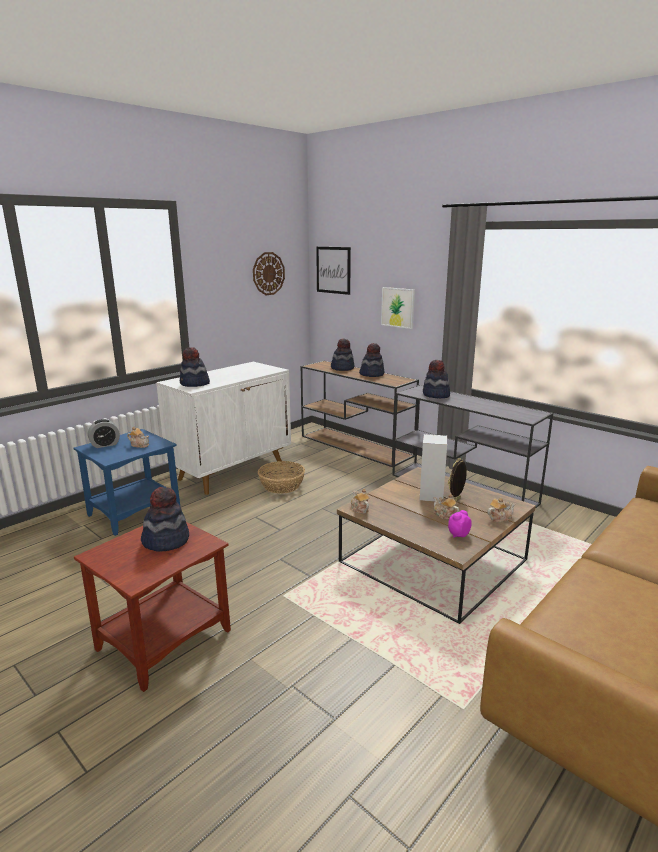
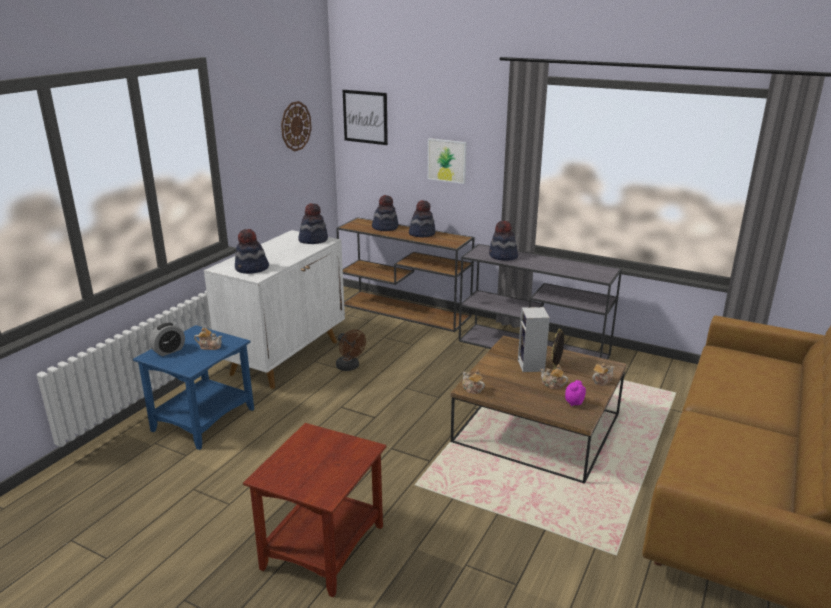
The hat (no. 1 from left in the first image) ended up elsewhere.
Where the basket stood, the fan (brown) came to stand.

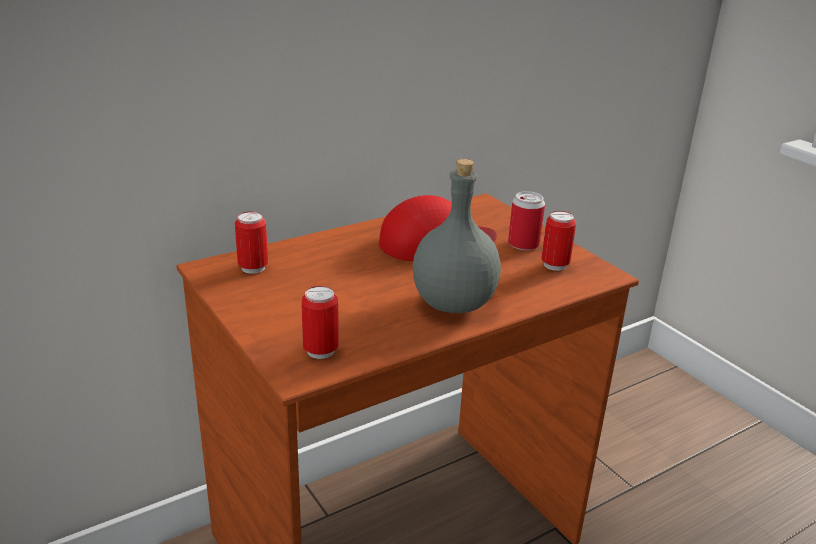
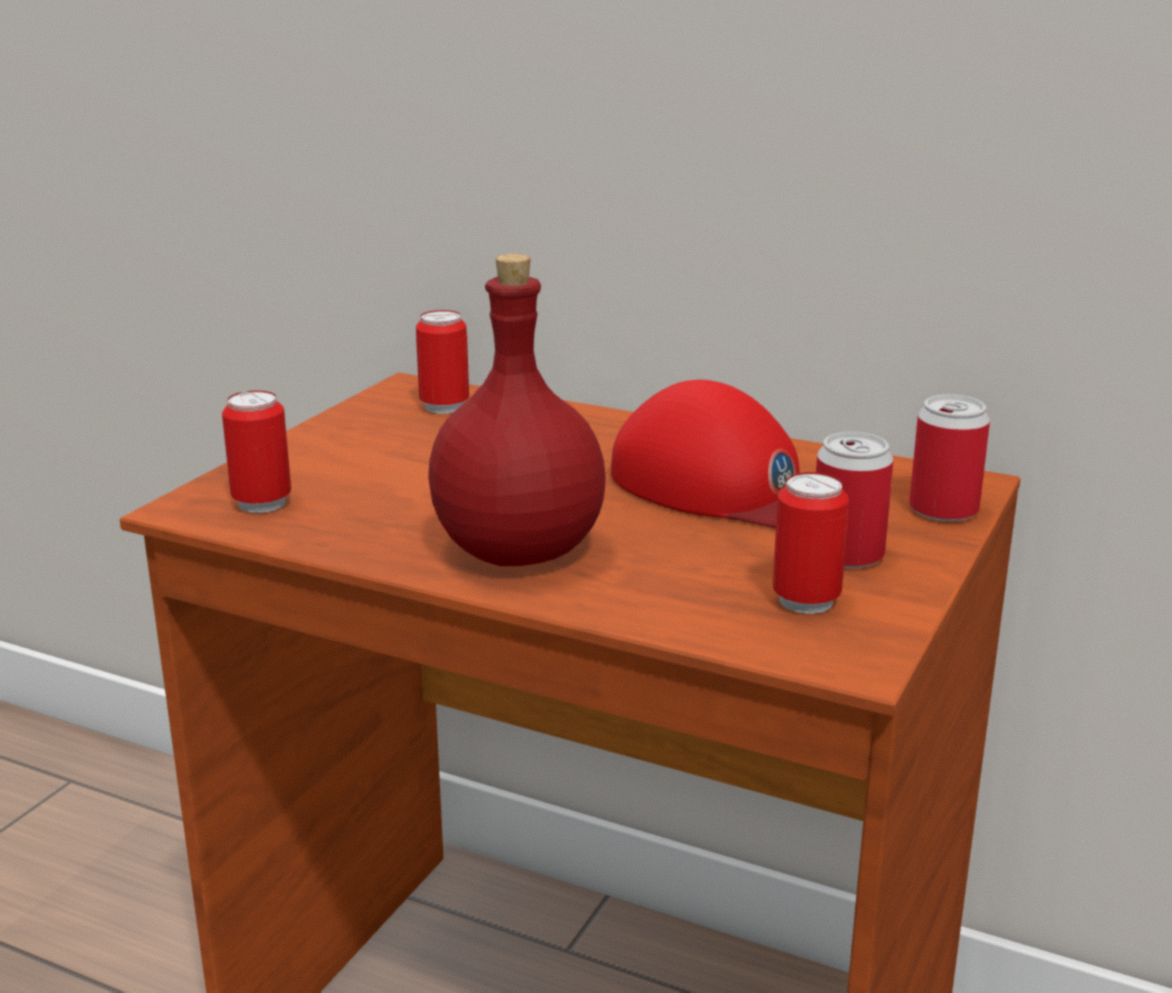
What was the bottle (grey) turned into the bottle (red).
The second view gained the can (no. 5 from left).

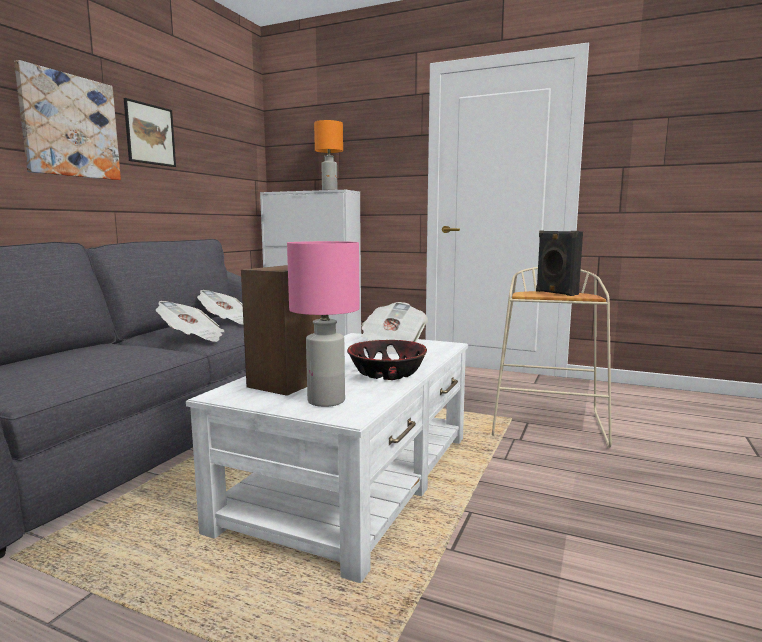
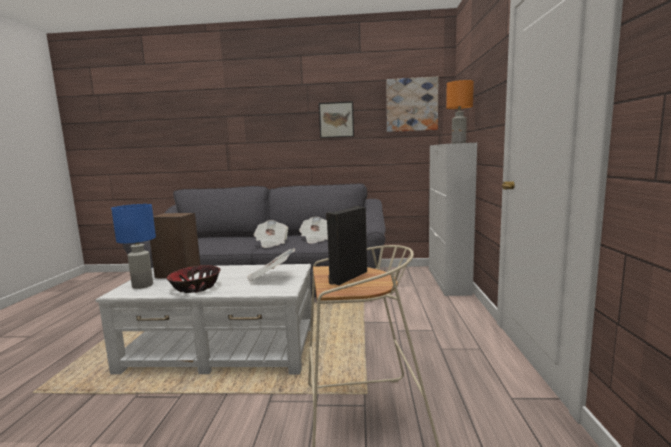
The picture (no. 1 from left in the first image) ended up elsewhere.
What was the table lamp (pink) turned into the table lamp (blue).

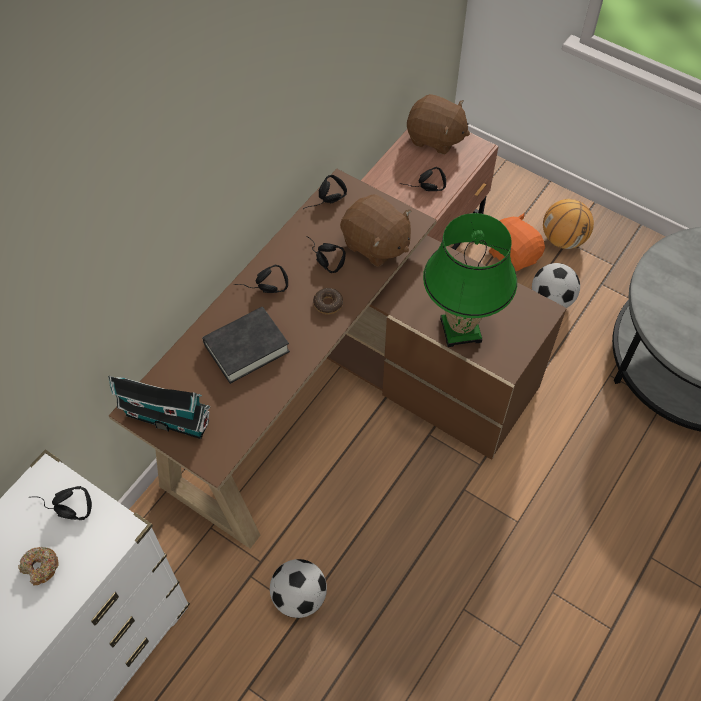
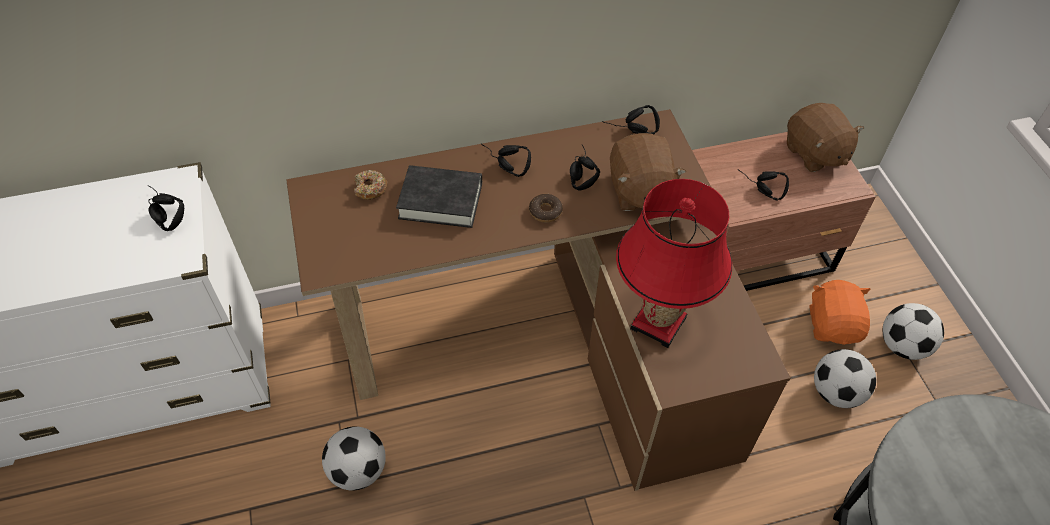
The donut (no. 1 from left) ended up elsewhere.
The second view lost the toy house.
What was the table lamp (green) turned into the table lamp (red).
Where the basketball stood, the football (no. 3 from left) came to stand.

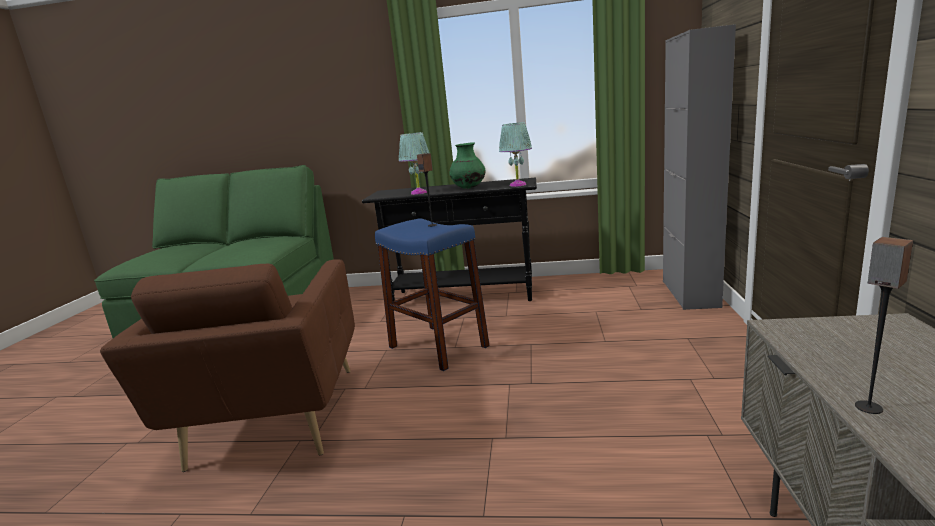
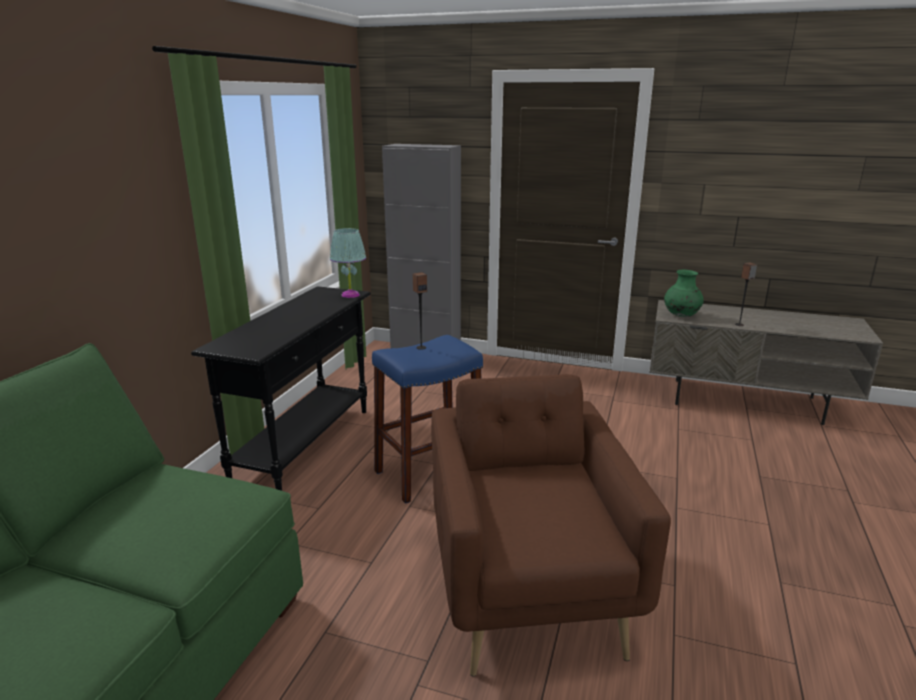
The armchair (brown) ended up facing another way, 105 degrees counterclockwise from before.
The second view lost the table lamp (turquoise) (no. 1 from left).
The vase (green) ended up elsewhere.

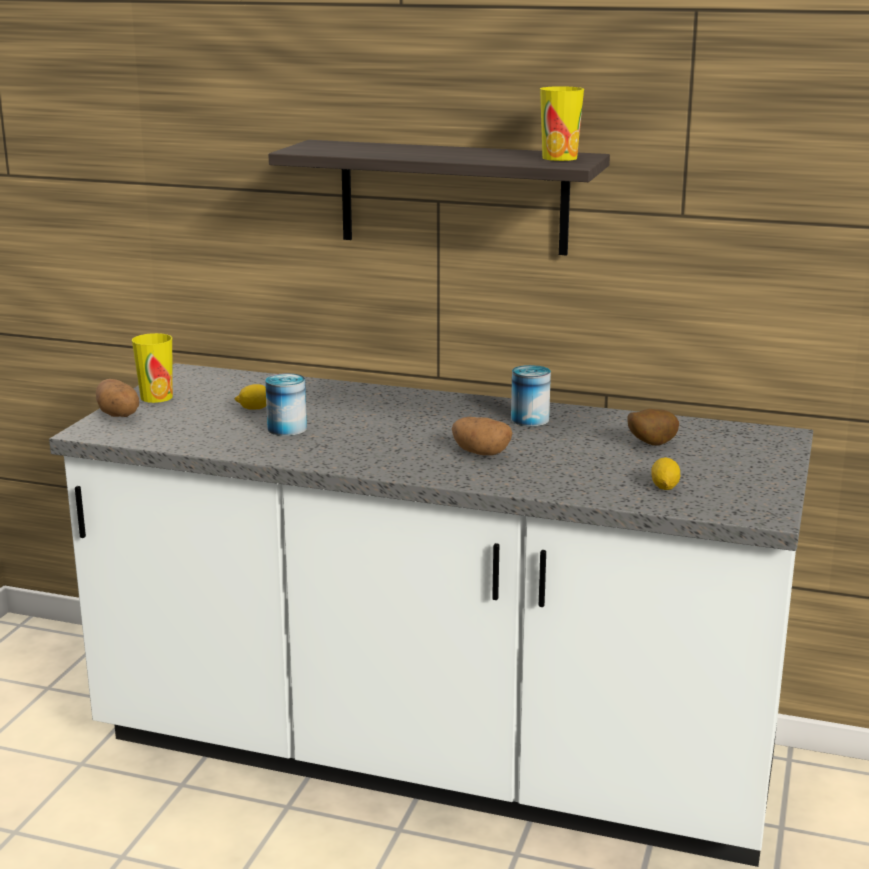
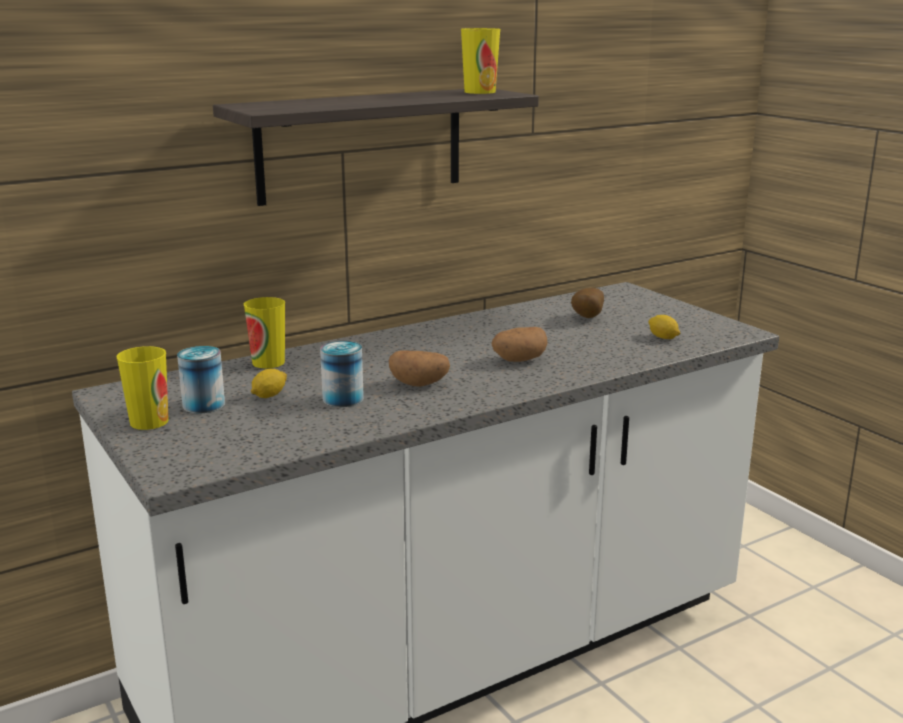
The potato (no. 1 from left) ended up elsewhere.
The can (no. 2 from left in the first image) ended up elsewhere.
The second view gained the cup (no. 2 from left).

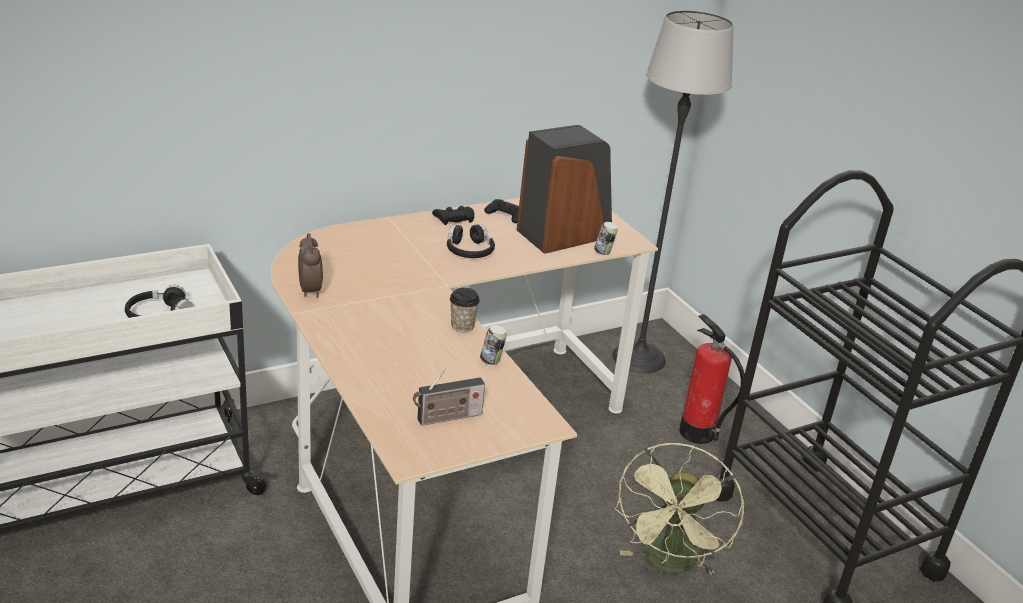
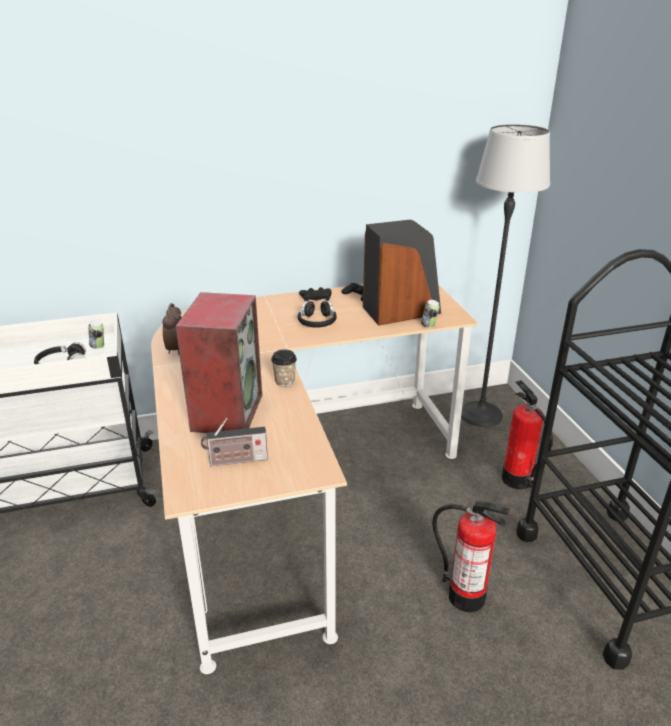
The can (no. 1 from left) ended up elsewhere.
Where the fan (green) stood, the fire extinguisher (no. 1 from left) came to stand.
The second view gained the speaker (no. 1 from left).

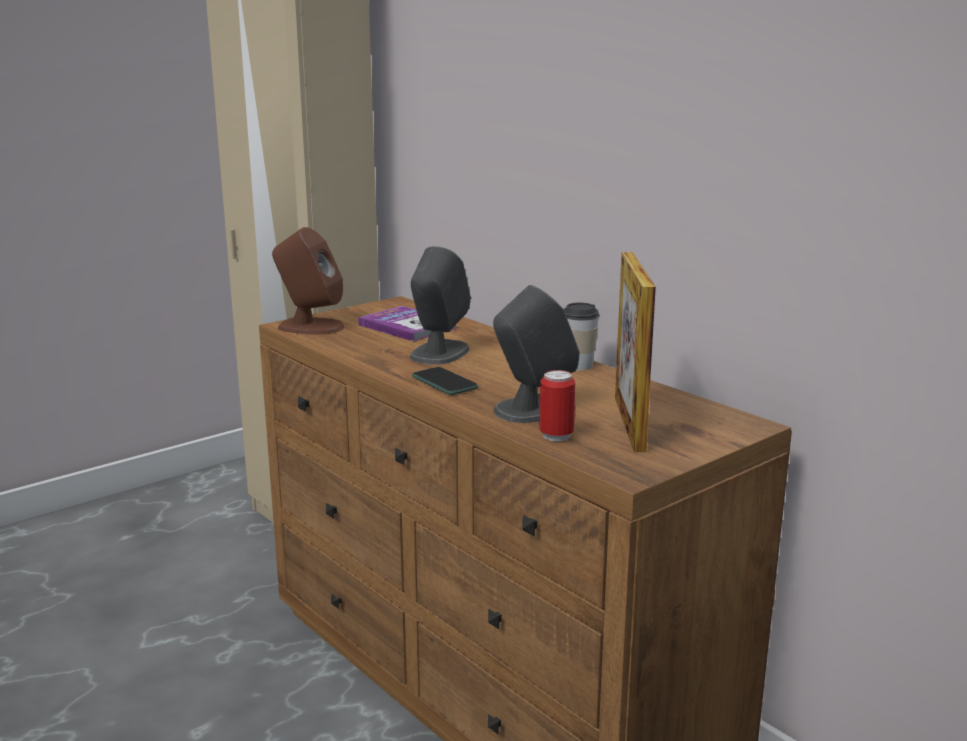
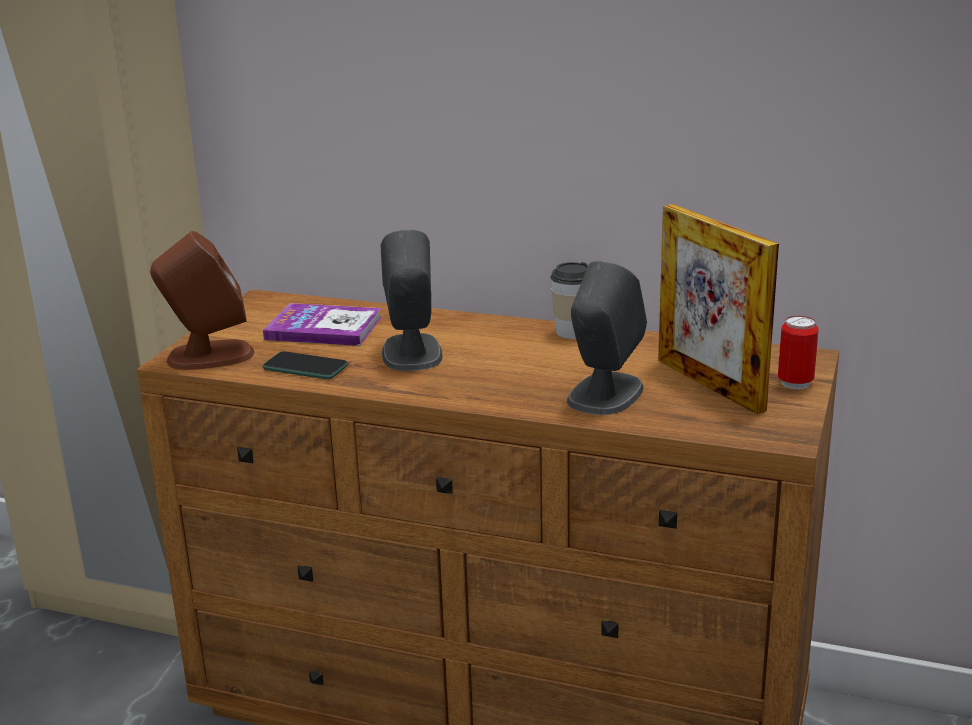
The phone ended up elsewhere.
The can ended up elsewhere.

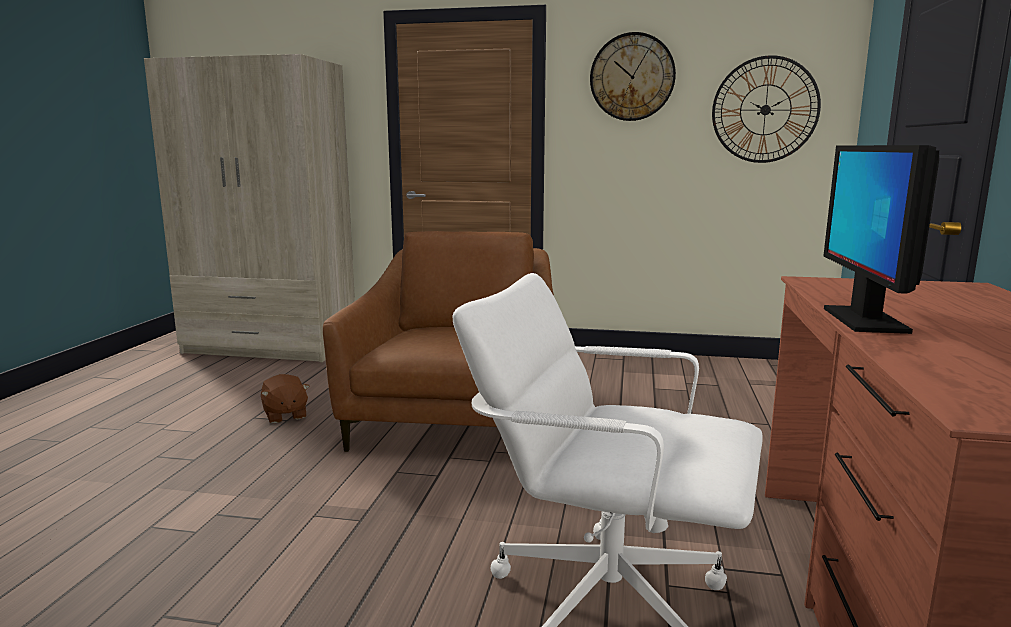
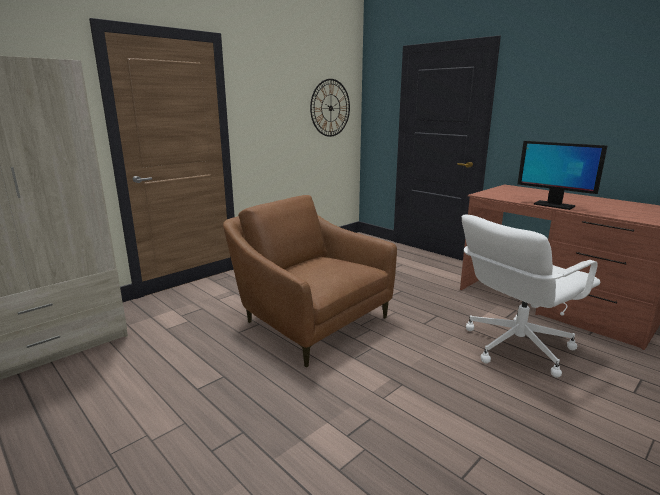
The second view lost the plush toy (brown).
The second view lost the wall clock (no. 1 from left).

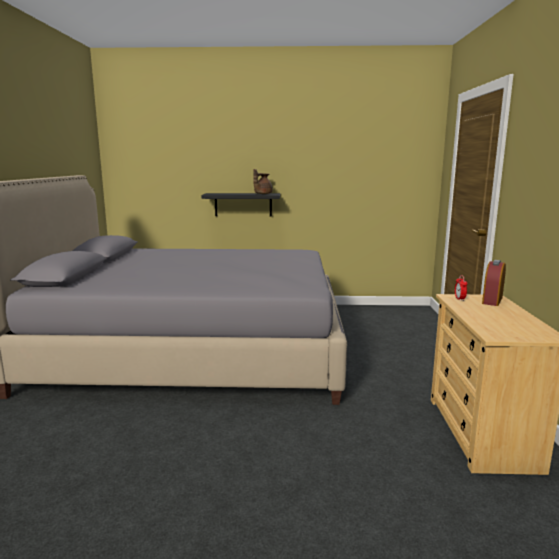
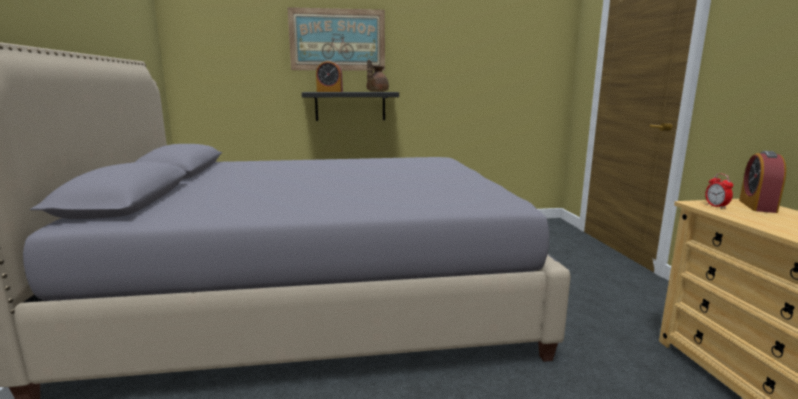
The second view gained the picture.
The second view gained the alarm clock (no. 1 from left).

